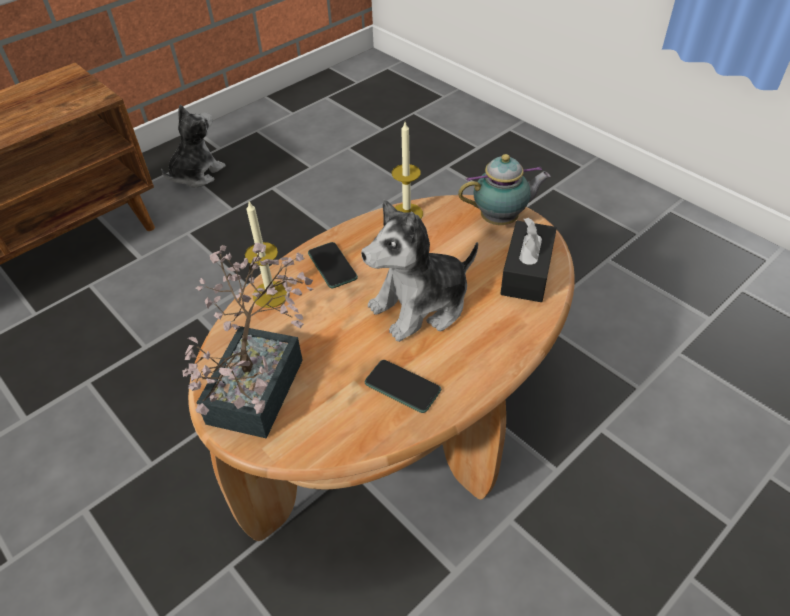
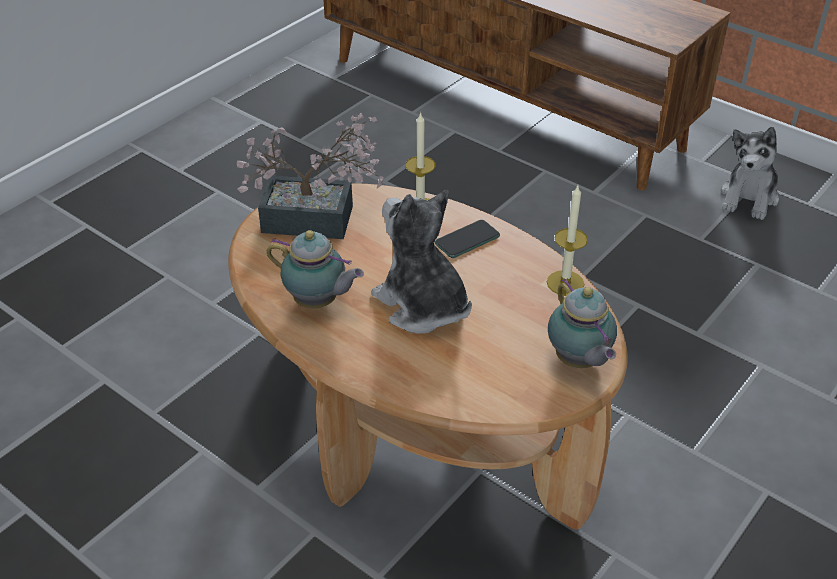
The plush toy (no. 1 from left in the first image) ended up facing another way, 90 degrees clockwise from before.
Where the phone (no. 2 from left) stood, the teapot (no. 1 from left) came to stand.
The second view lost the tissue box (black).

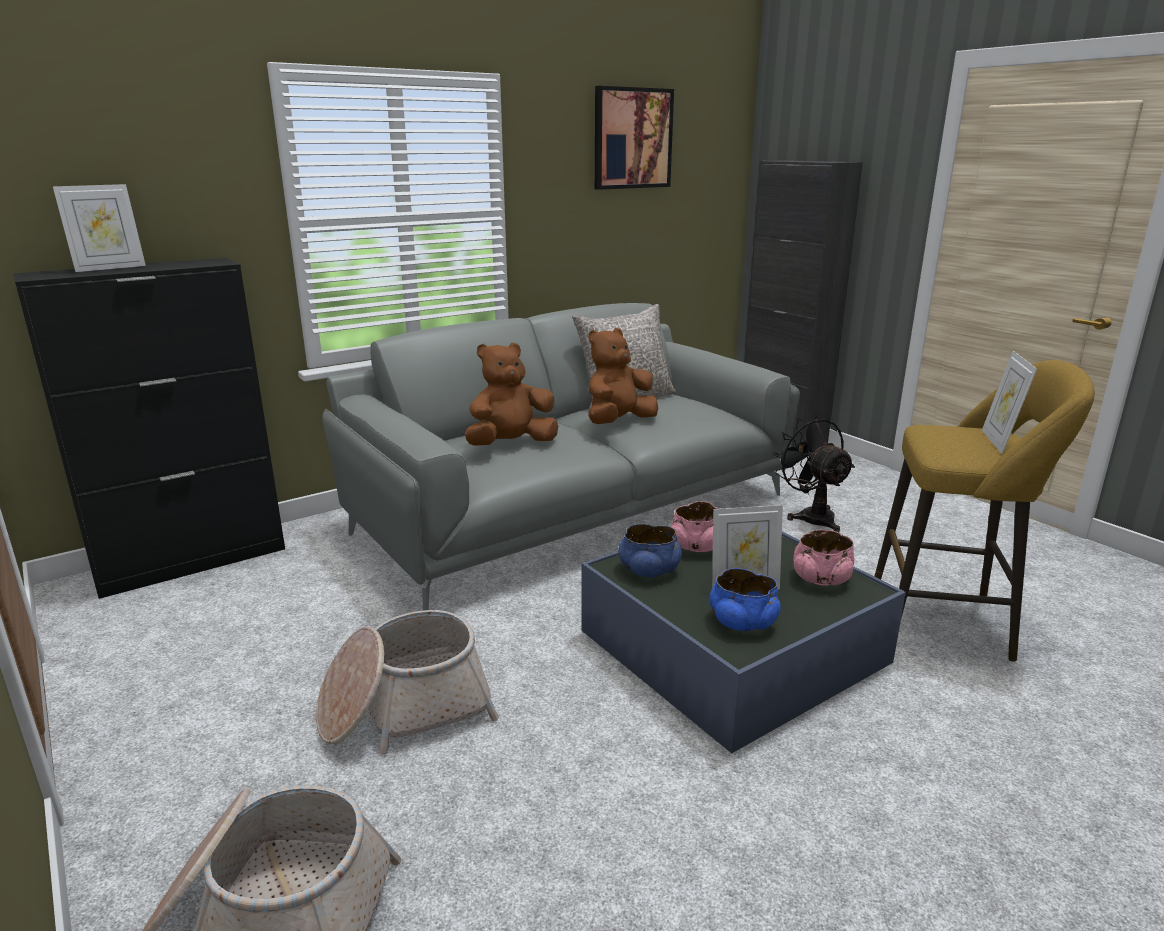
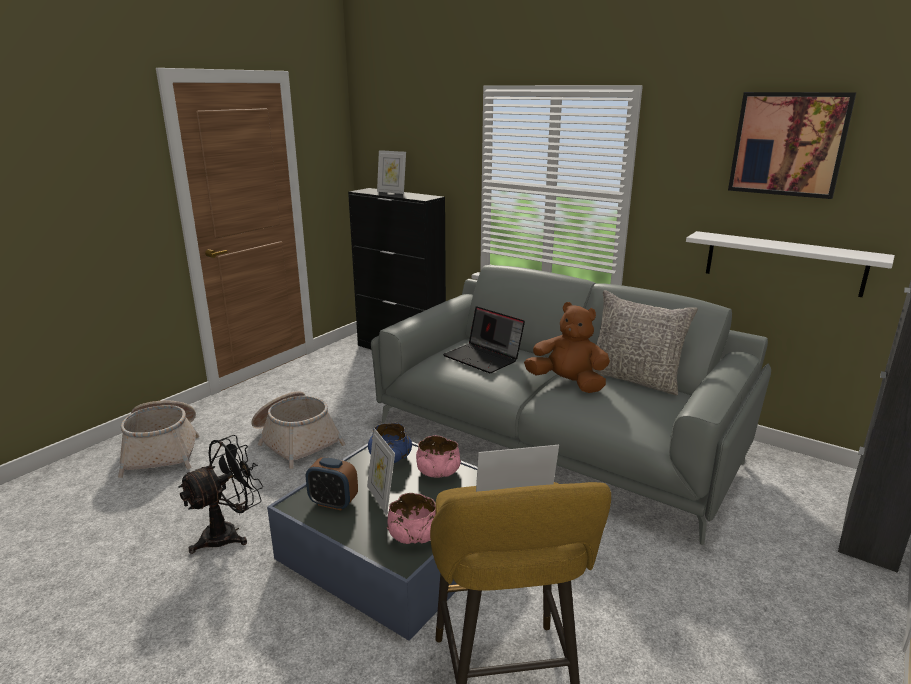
Where the plush toy (brown) (no. 1 from left) stood, the laptop came to stand.
Where the bowl (blue) (no. 2 from left) stood, the alarm clock came to stand.
The fan (black) ended up elsewhere.
The second view gained the shelf (white).

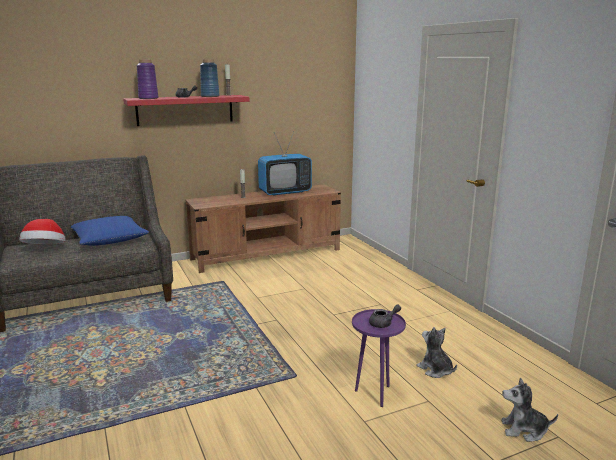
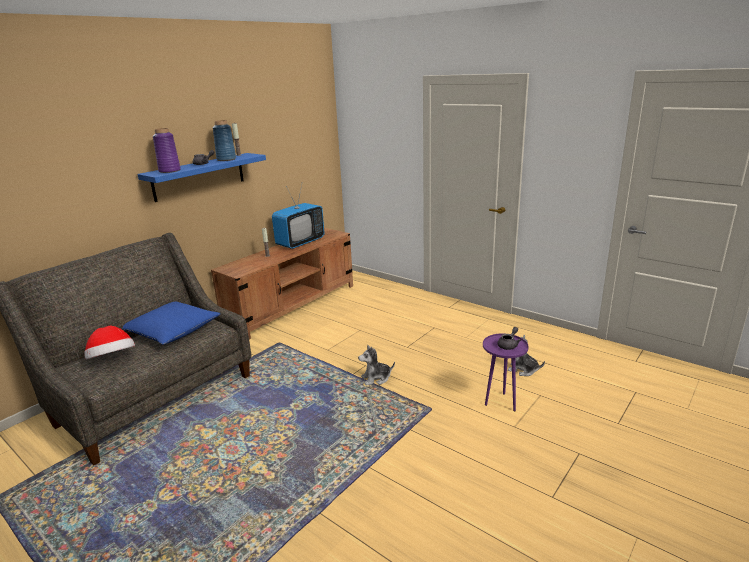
What was the shelf (red) turned into the shelf (blue).
The plush toy (no. 2 from left in the first image) ended up elsewhere.

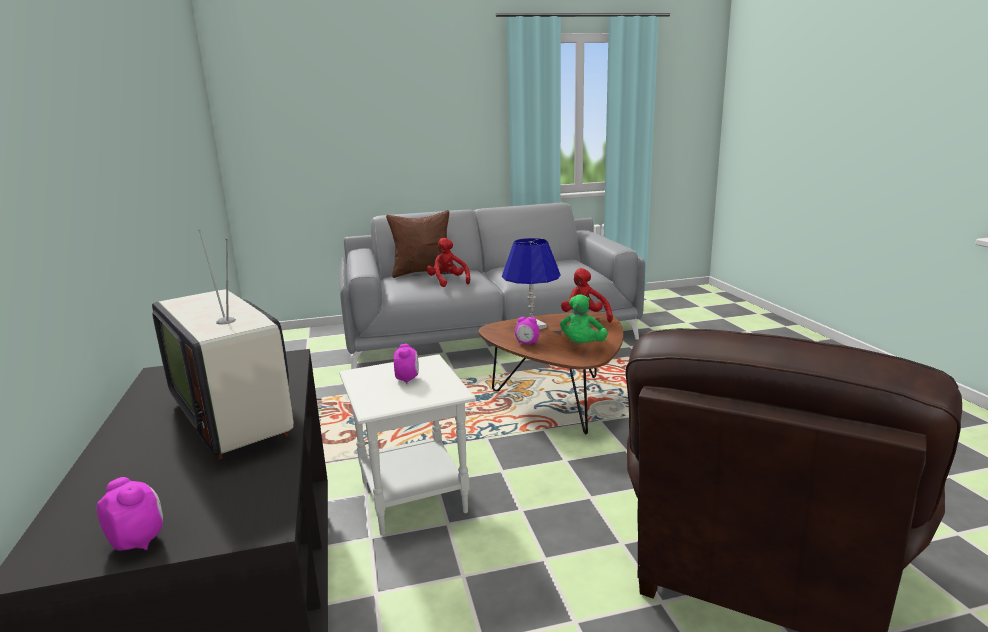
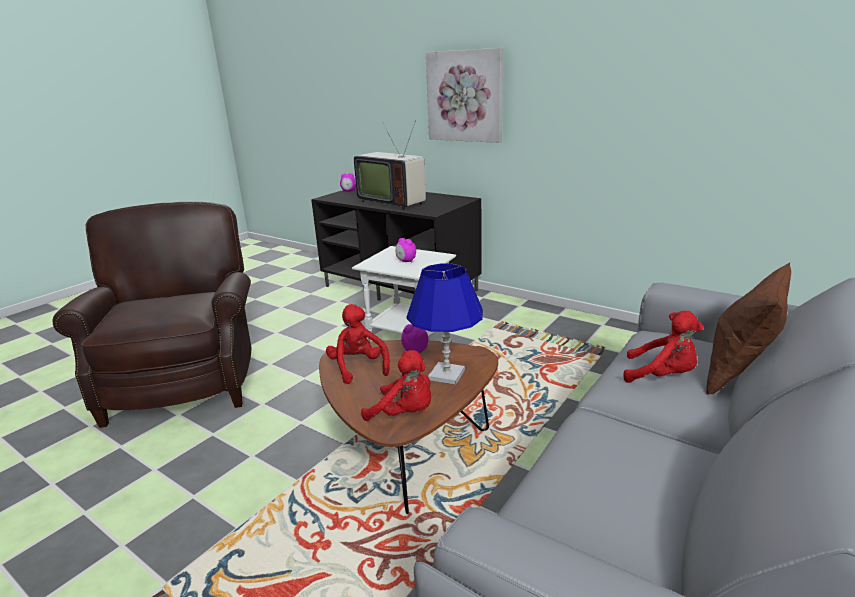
The television ended up facing another way, 150 degrees counterclockwise from before.
What was the plush toy (green) turned into the plush toy (red) (no. 1 from left).
The second view gained the picture.

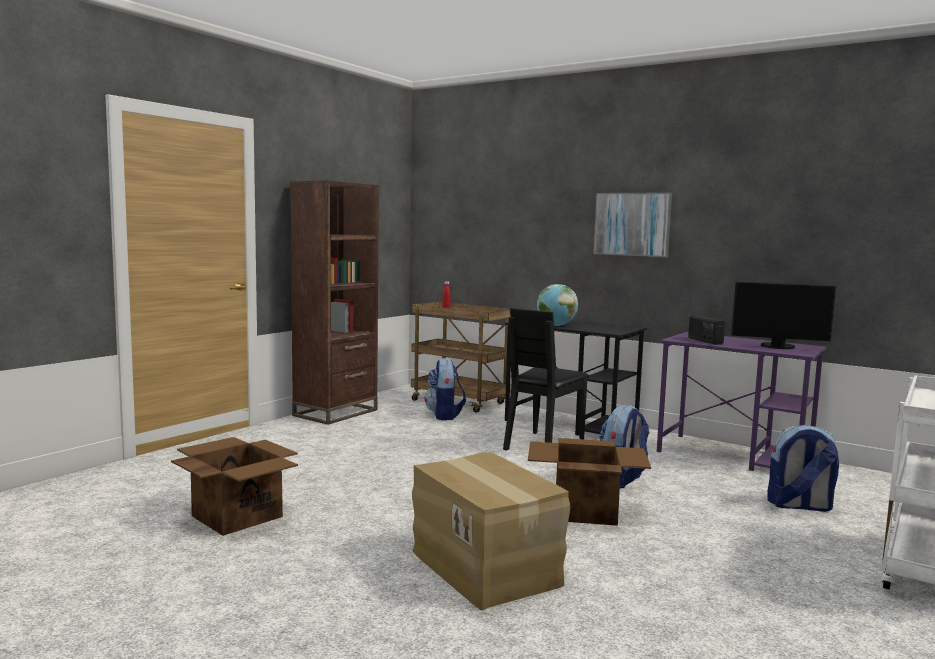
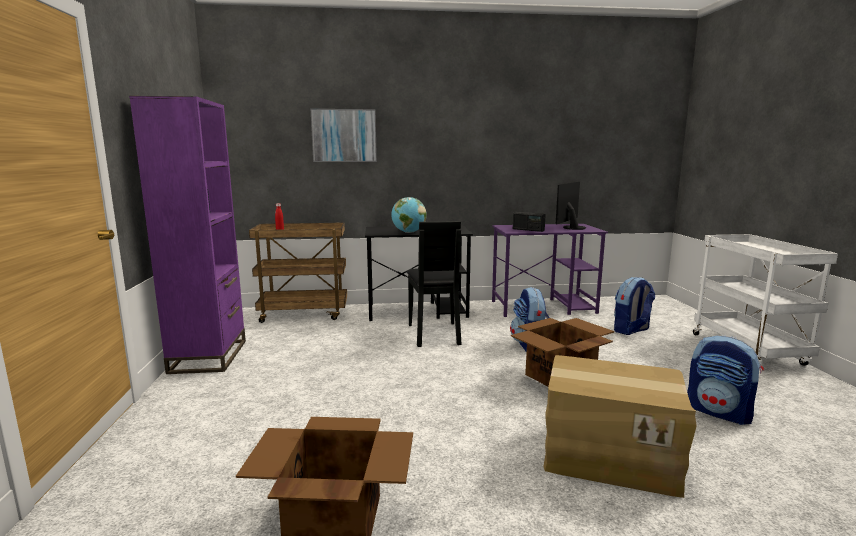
What was the bookcase (brown) turned into the bookcase (purple).
The backpack (no. 1 from left in the first image) ended up elsewhere.
The picture ended up elsewhere.
The monitor ended up facing another way, 150 degrees clockwise from before.

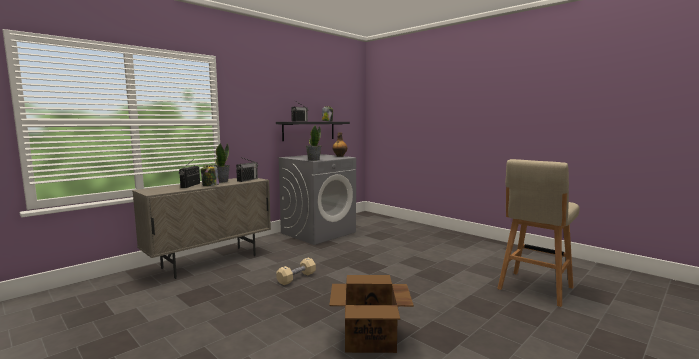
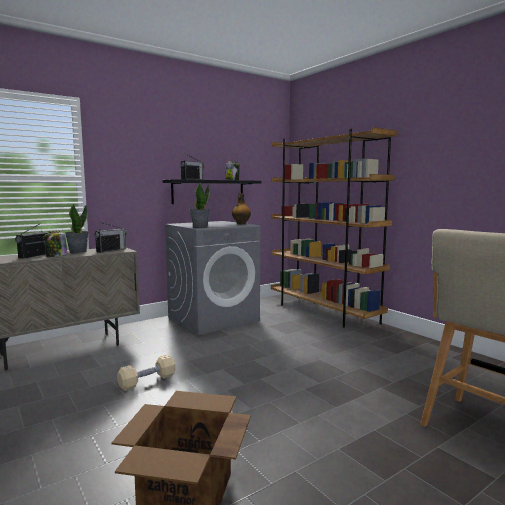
The second view gained the bookcase (brown).

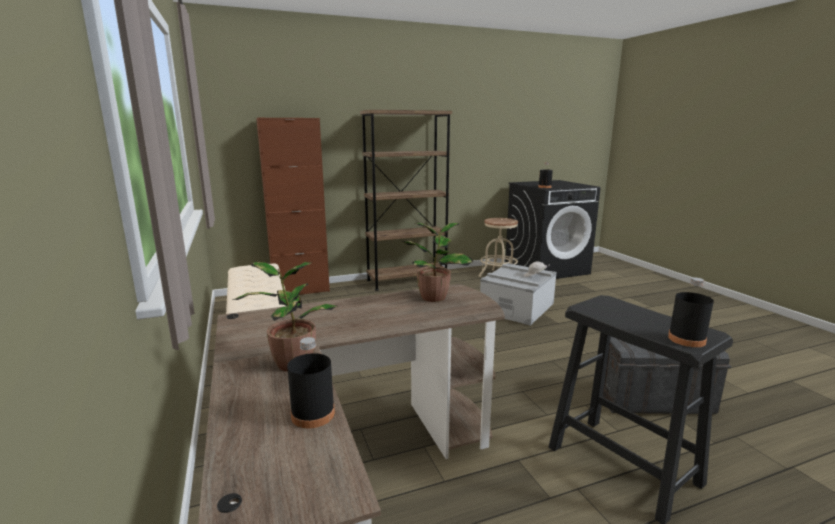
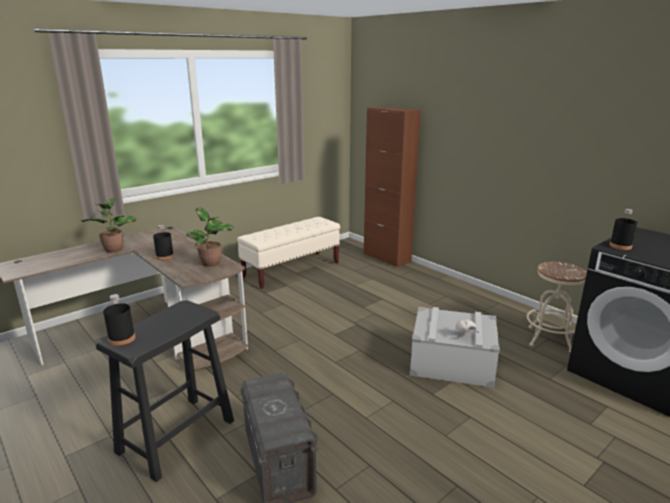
The bottle (black) (no. 1 from left in the first image) ended up elsewhere.
The second view lost the bookcase (brown).

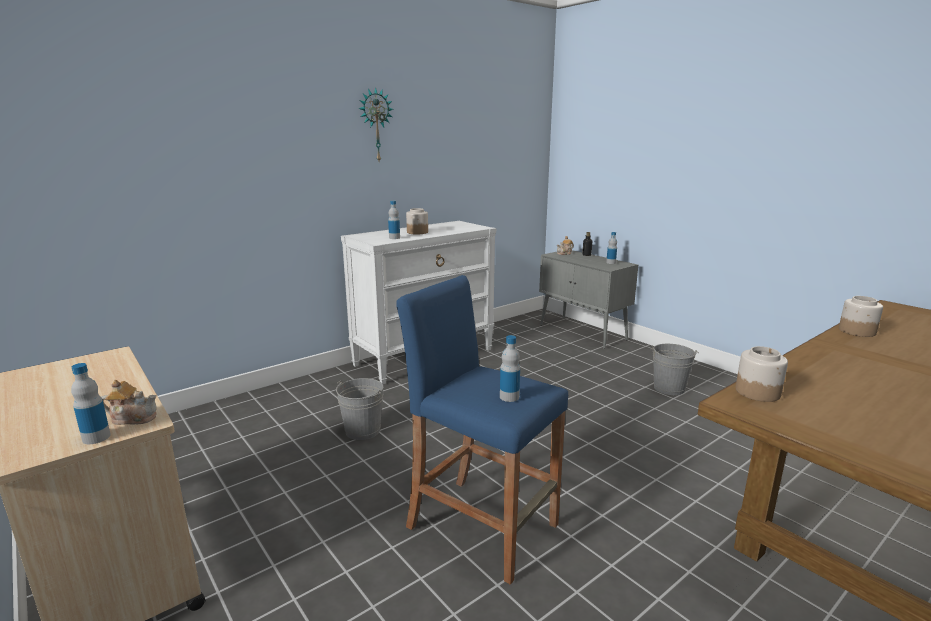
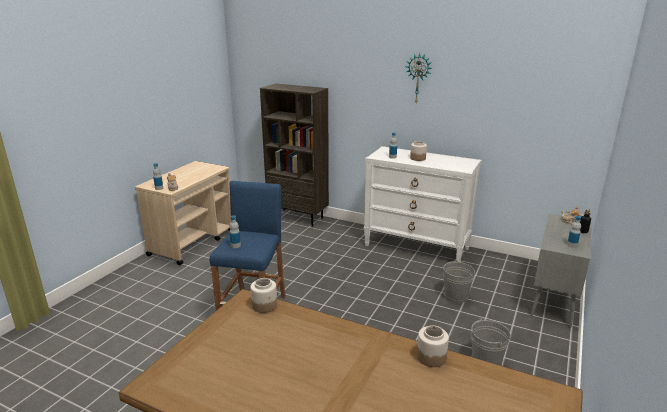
The bucket (grey) (no. 1 from left) ended up elsewhere.
The second view gained the bookcase (brown).

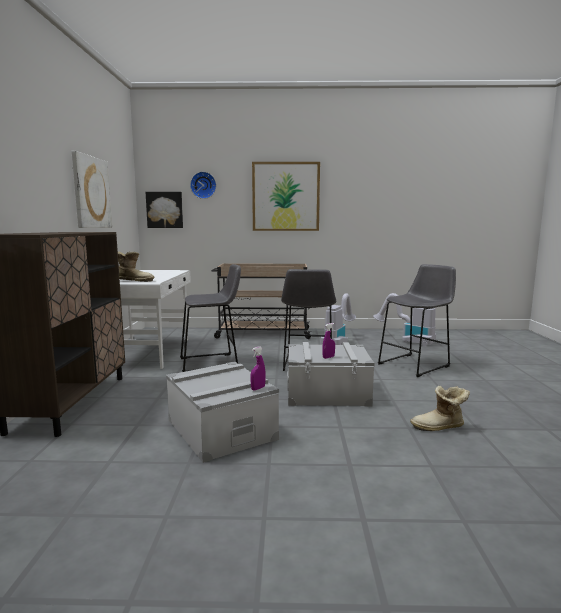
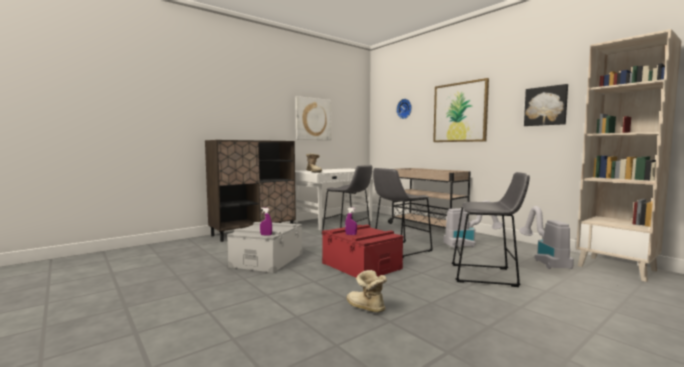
The picture (no. 2 from left in the first image) ended up elsewhere.
What was the storage box (grey) (no. 2 from left) turned into the storage box (red).
The second view gained the bookcase (beige).

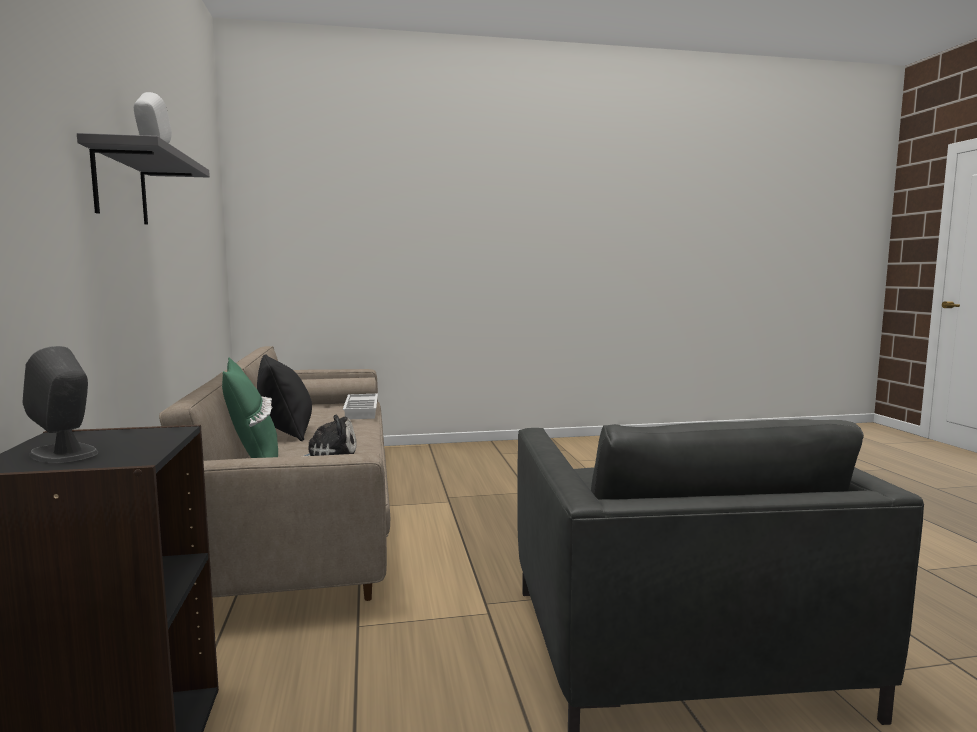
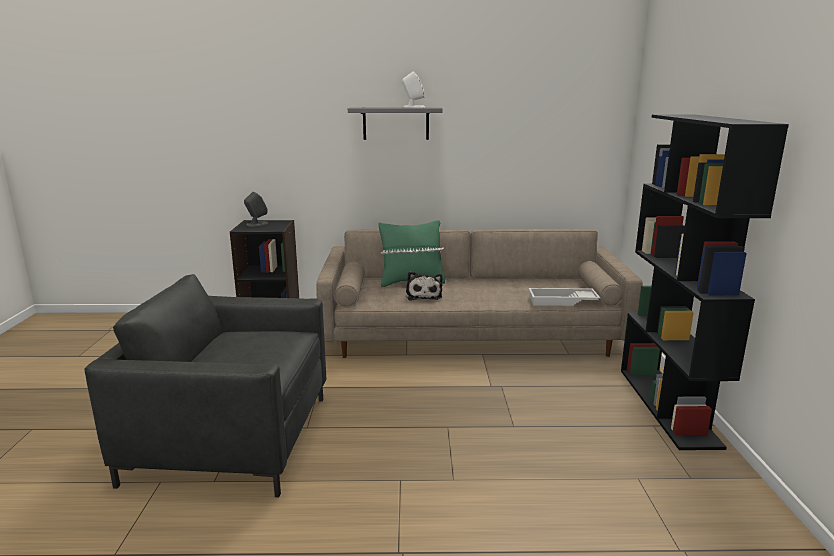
The second view lost the pillow (black).
The second view gained the bookcase (black) (no. 2 from left).

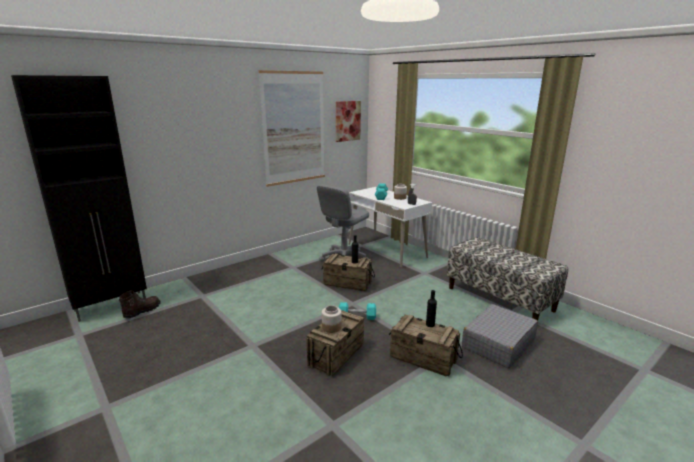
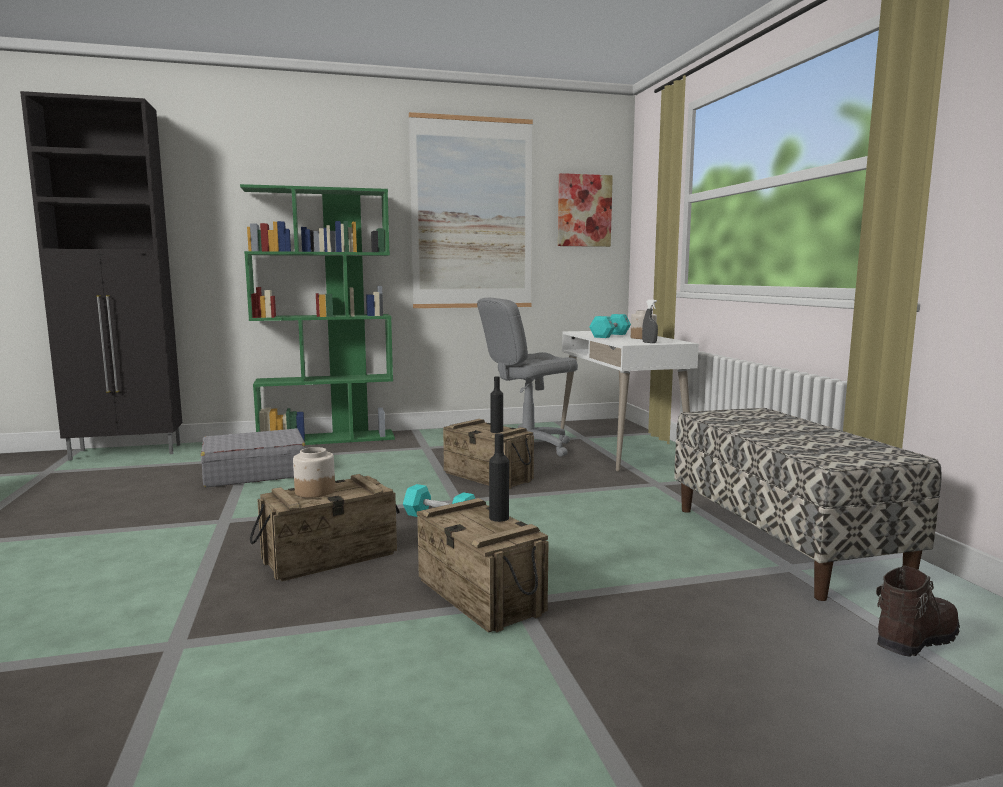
The boot (brown) ended up elsewhere.
The suitcase (grey) ended up elsewhere.
The second view gained the bookcase (green).

